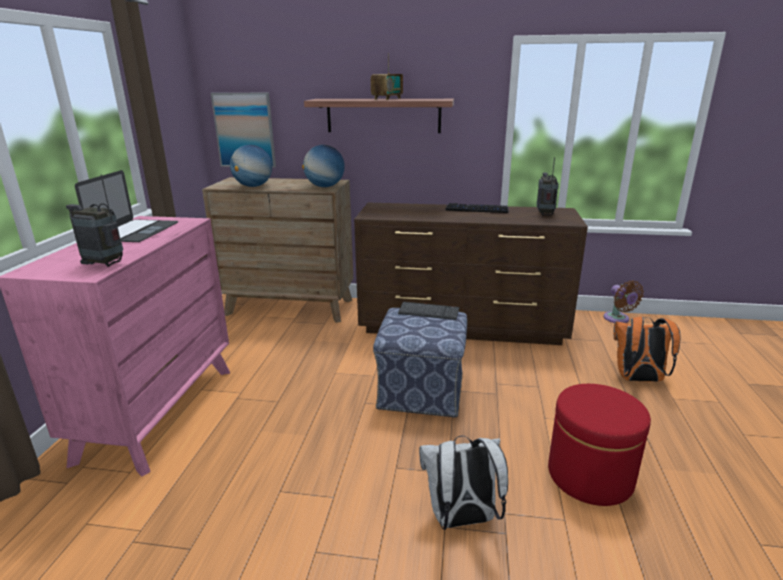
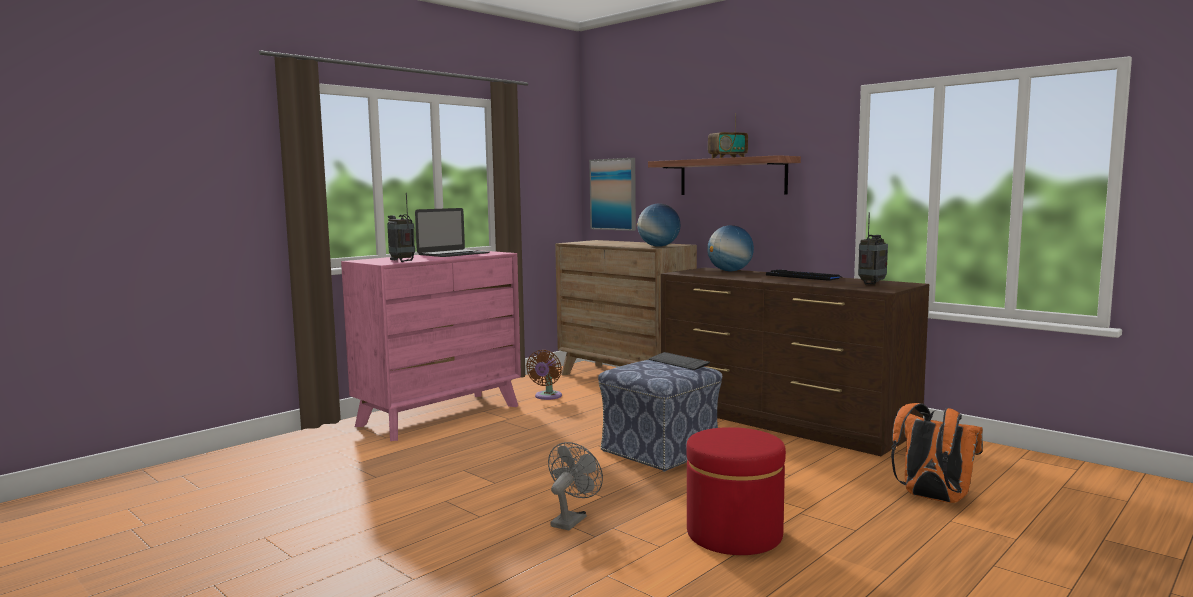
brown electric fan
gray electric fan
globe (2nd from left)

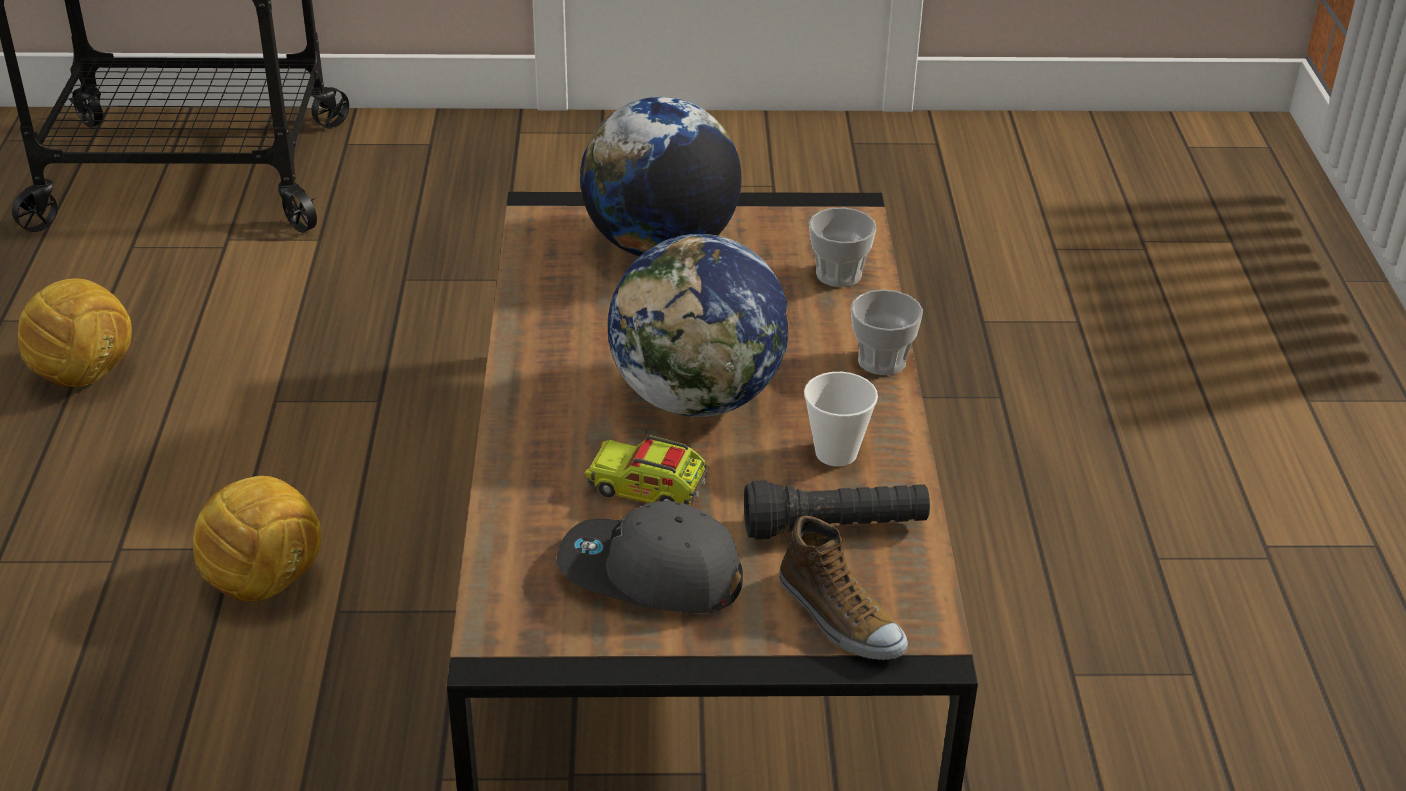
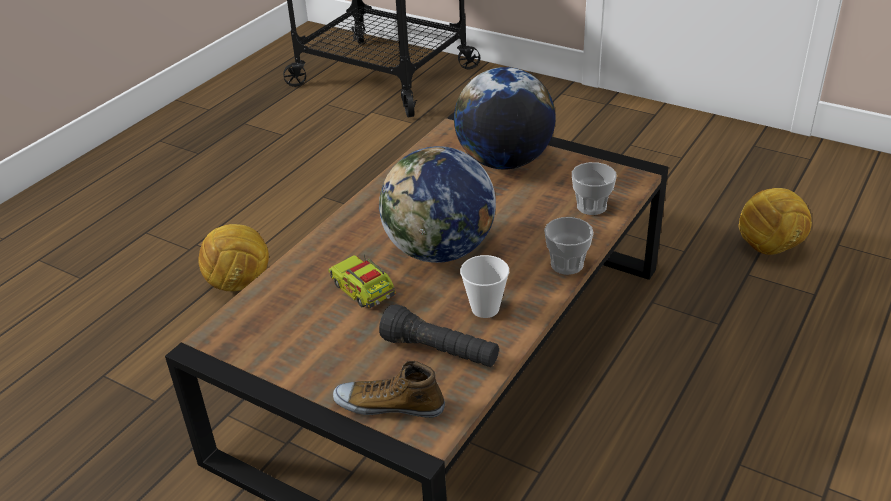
shoe
football (2nd from left)
gray peaked cap

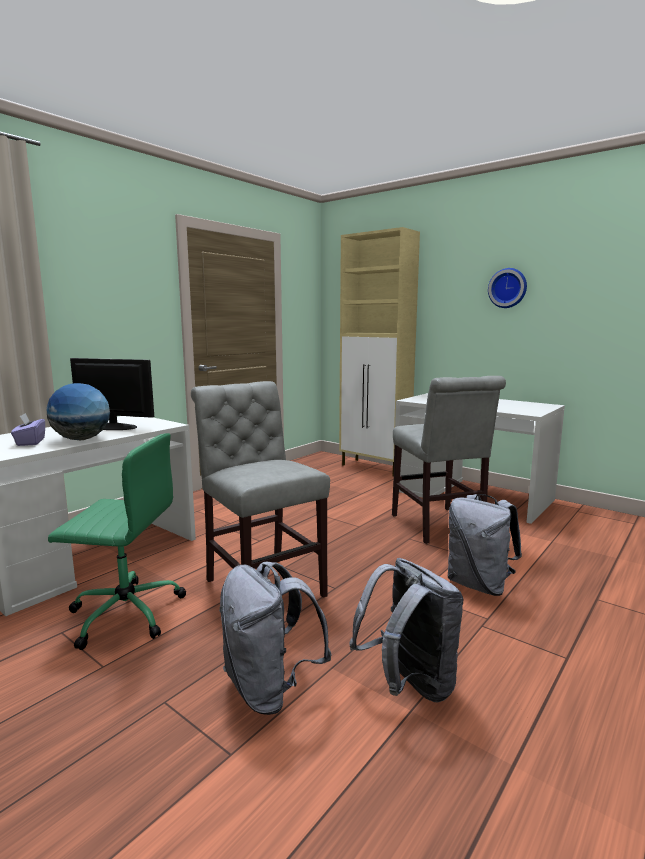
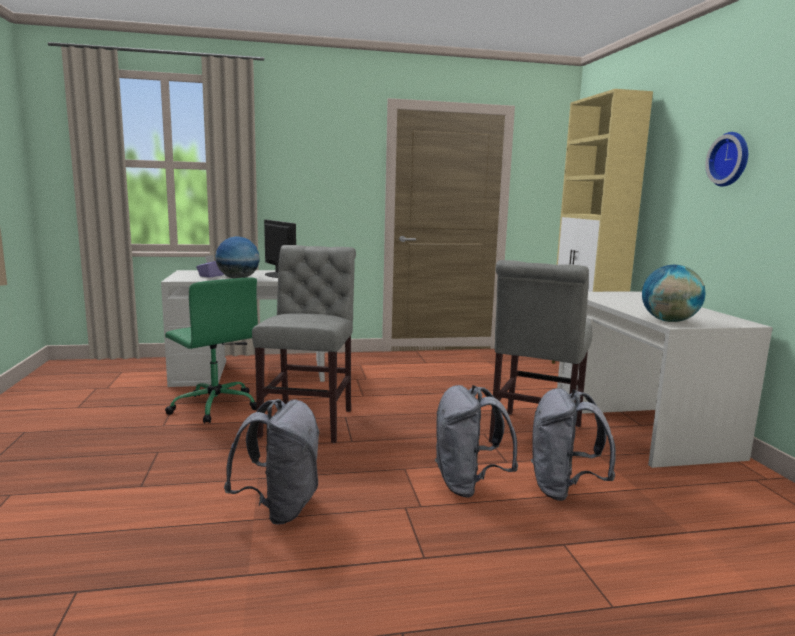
gray knapsack (3rd from left)
globe (2nd from left)

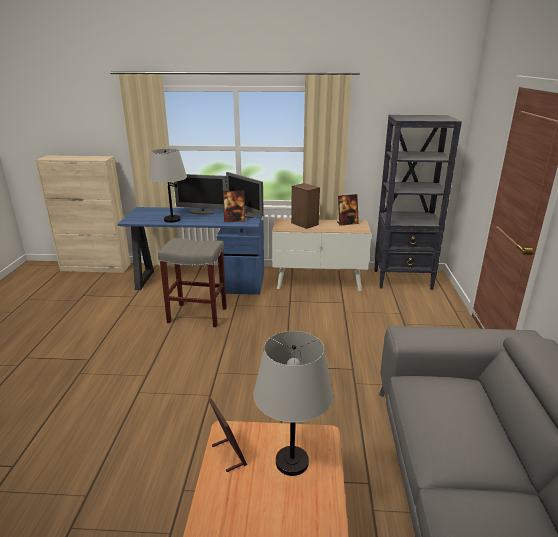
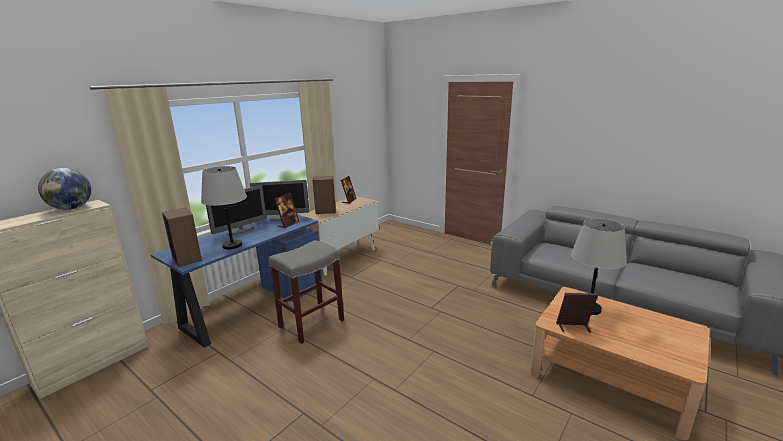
globe
speaker (1st from left)
black-coloured bookshelf

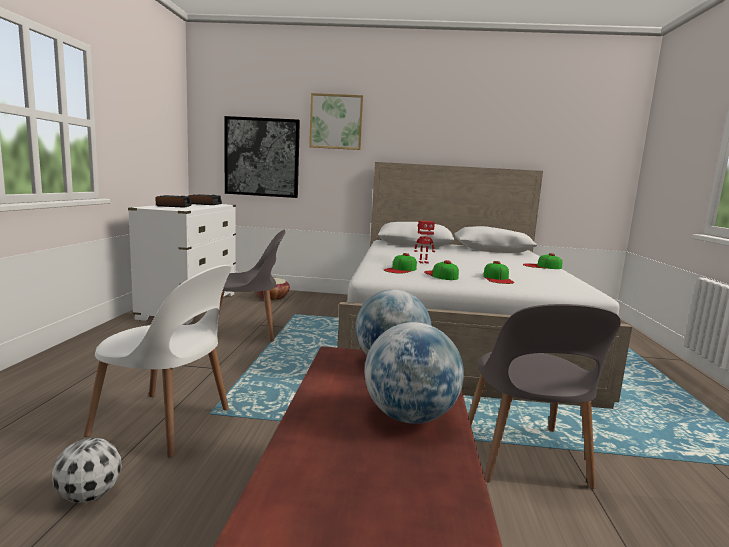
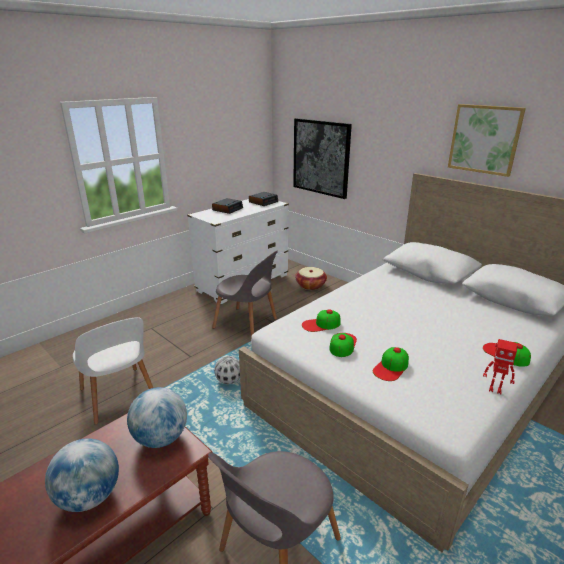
football
wall picture (2nd from left)
model robot

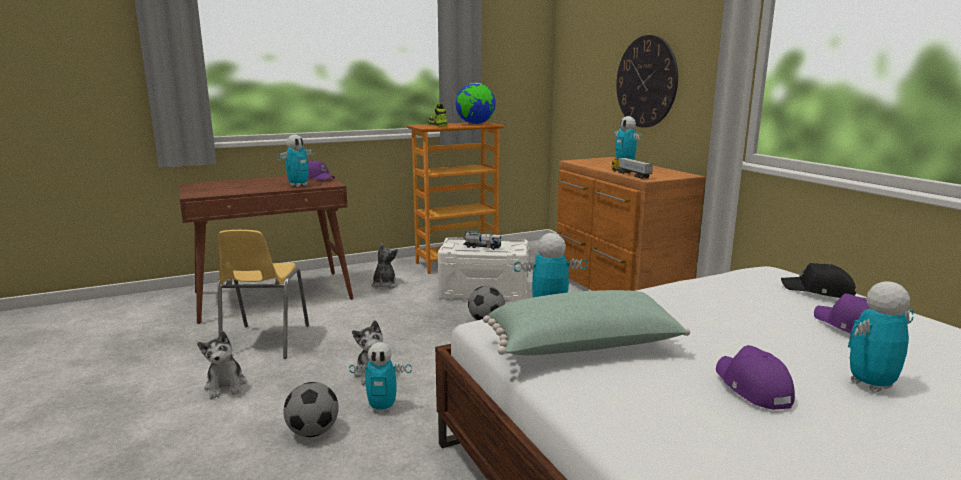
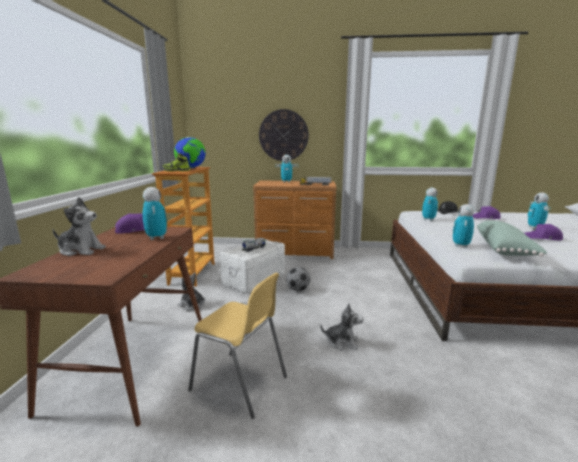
soft toy (1st from left)
model robot (3rd from left)
football (1st from left in the first image)

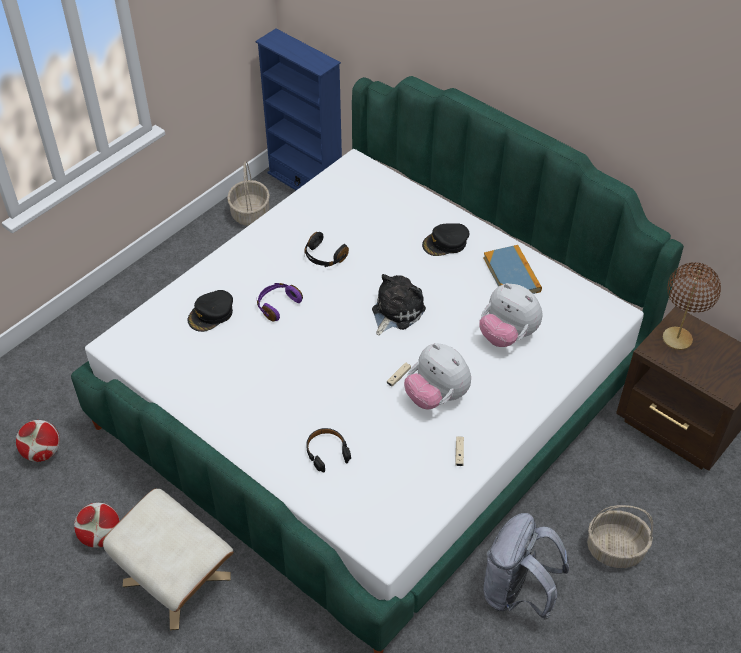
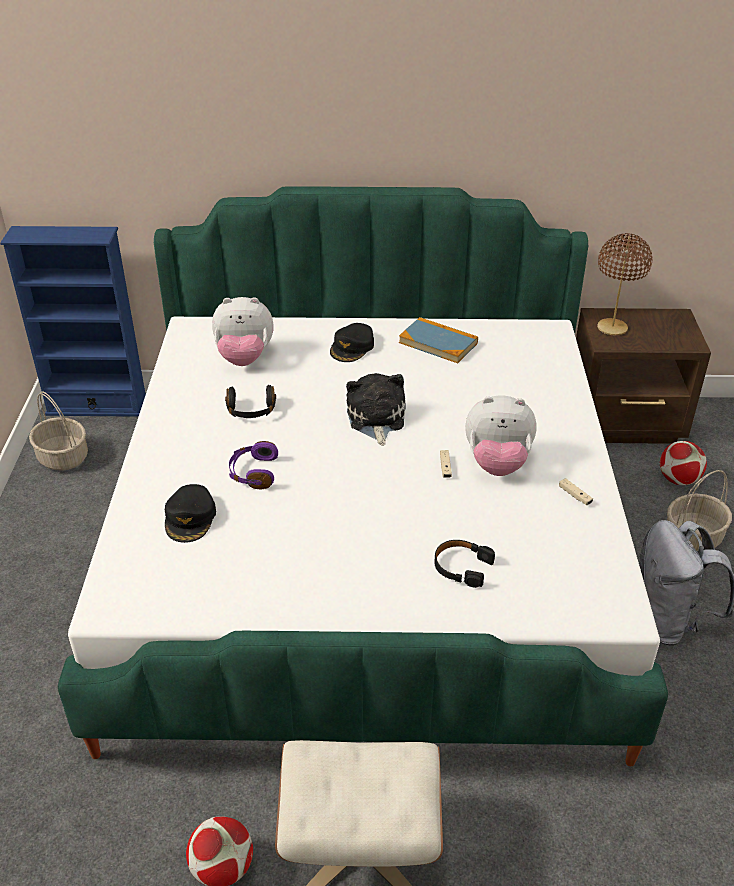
soft toy (1st from left)
football (2nd from left)

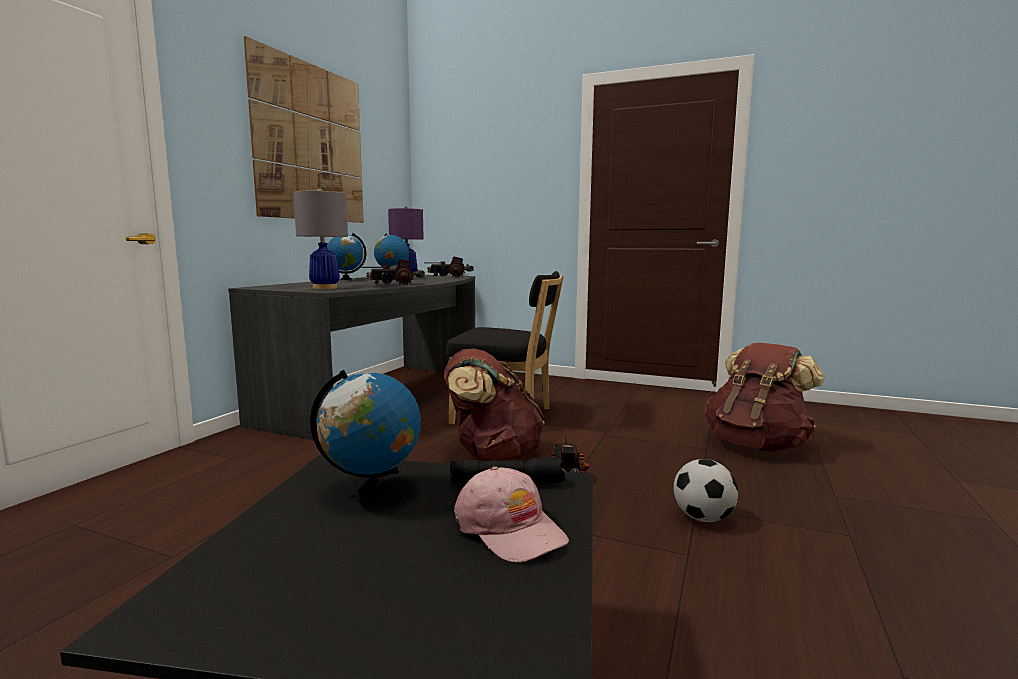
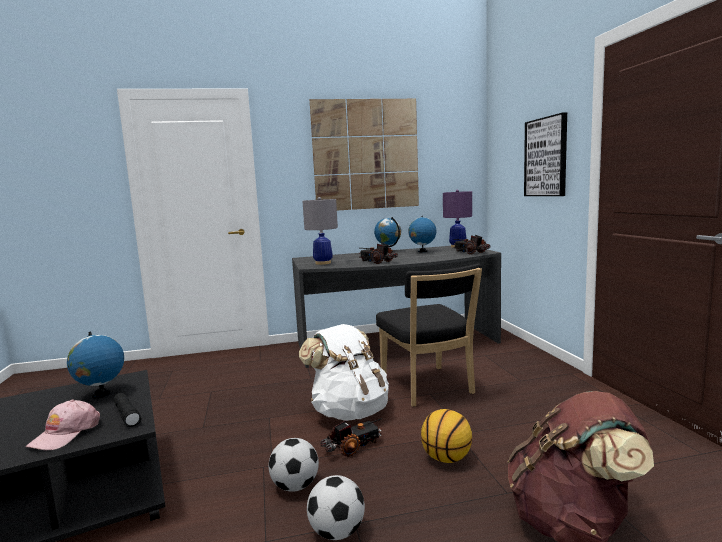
football (1st from left)
whitish knapsack
basketball ball
wall picture (2nd from left)

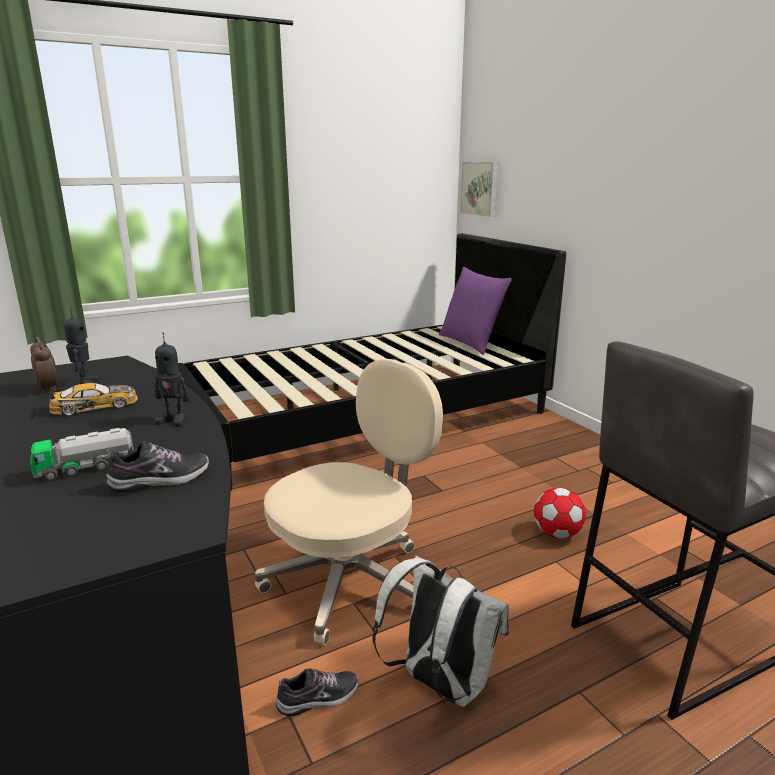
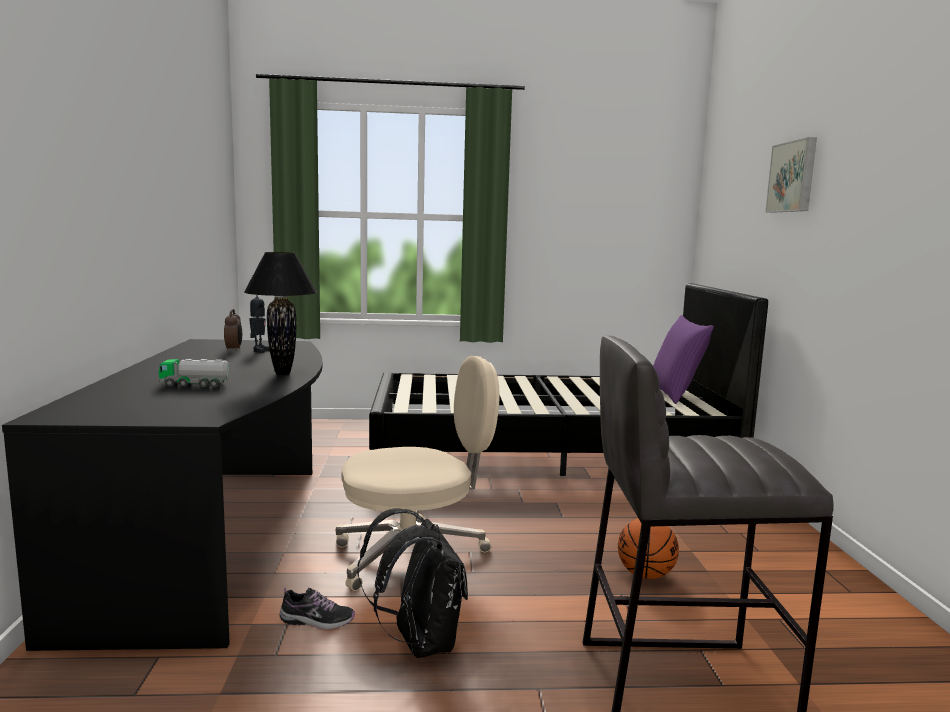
black-coloured lamp for a table
black-coloured knapsack
basketball ball
wall picture
model car
shoe (1st from left in the first image)

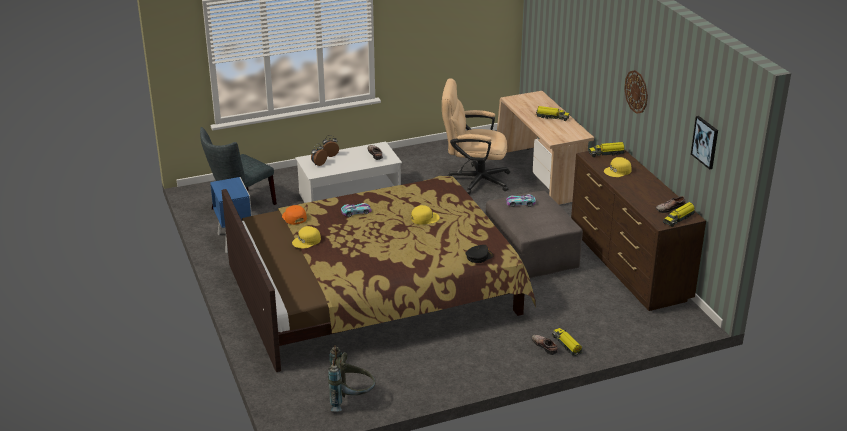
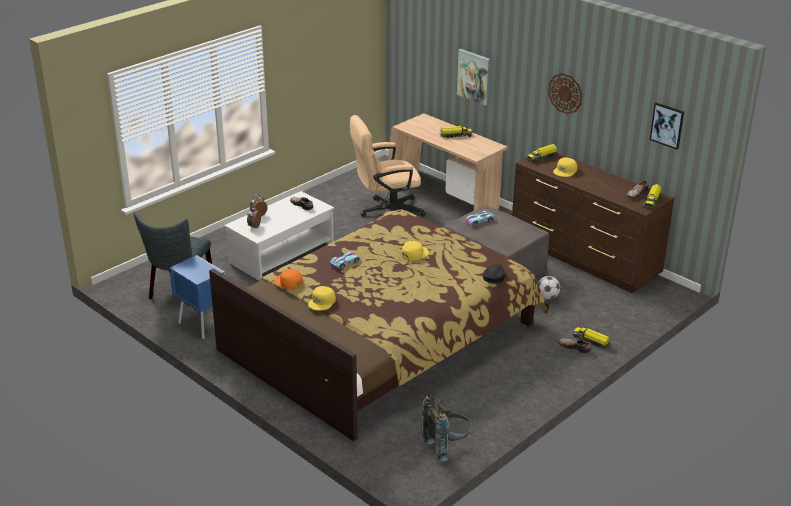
wall picture (1st from left)
football

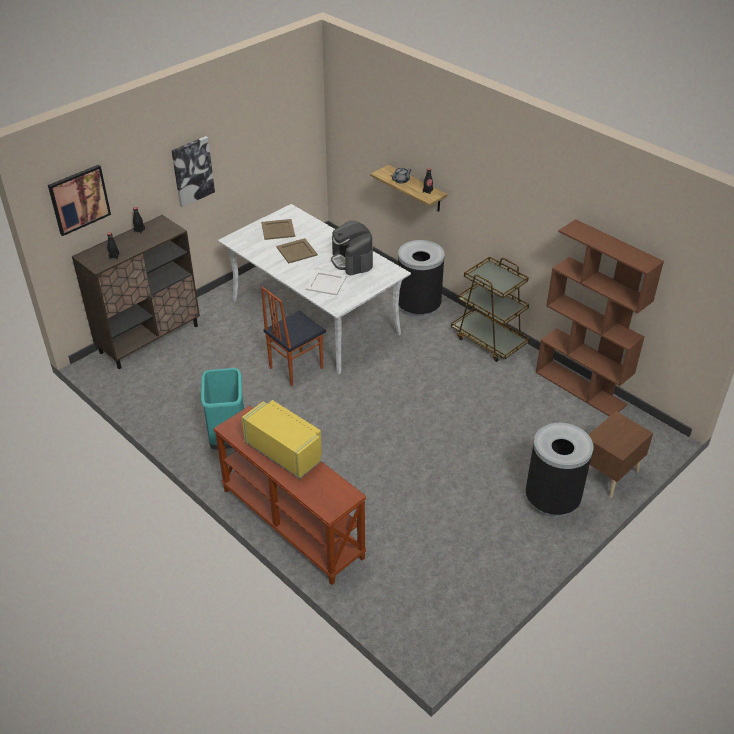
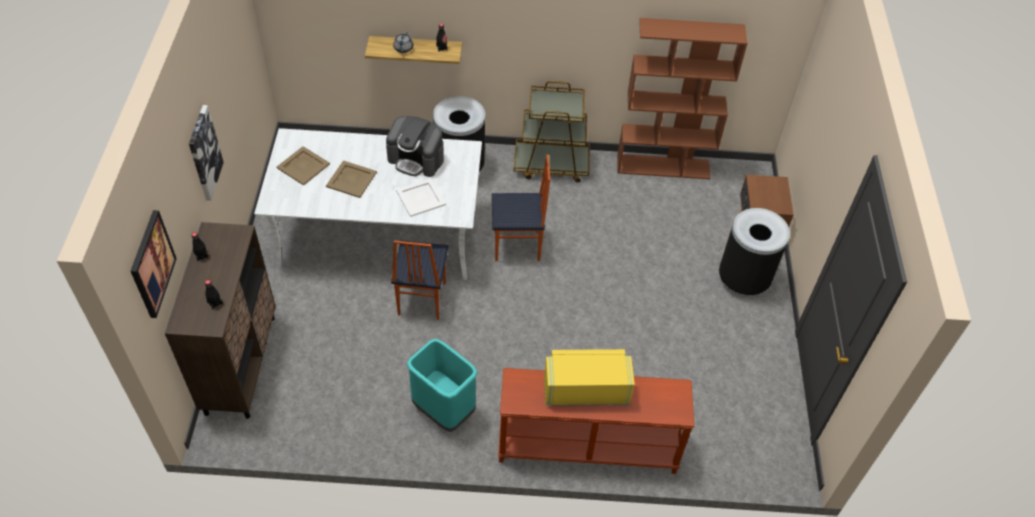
plain chair (2nd from left)

